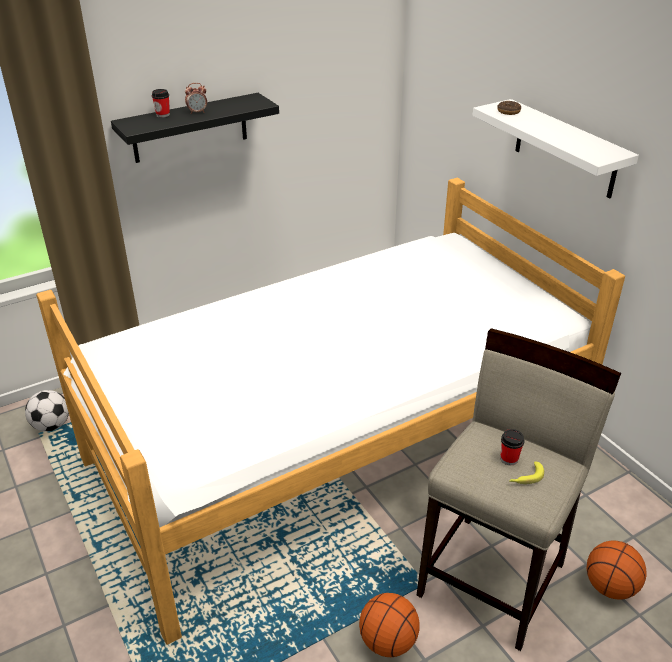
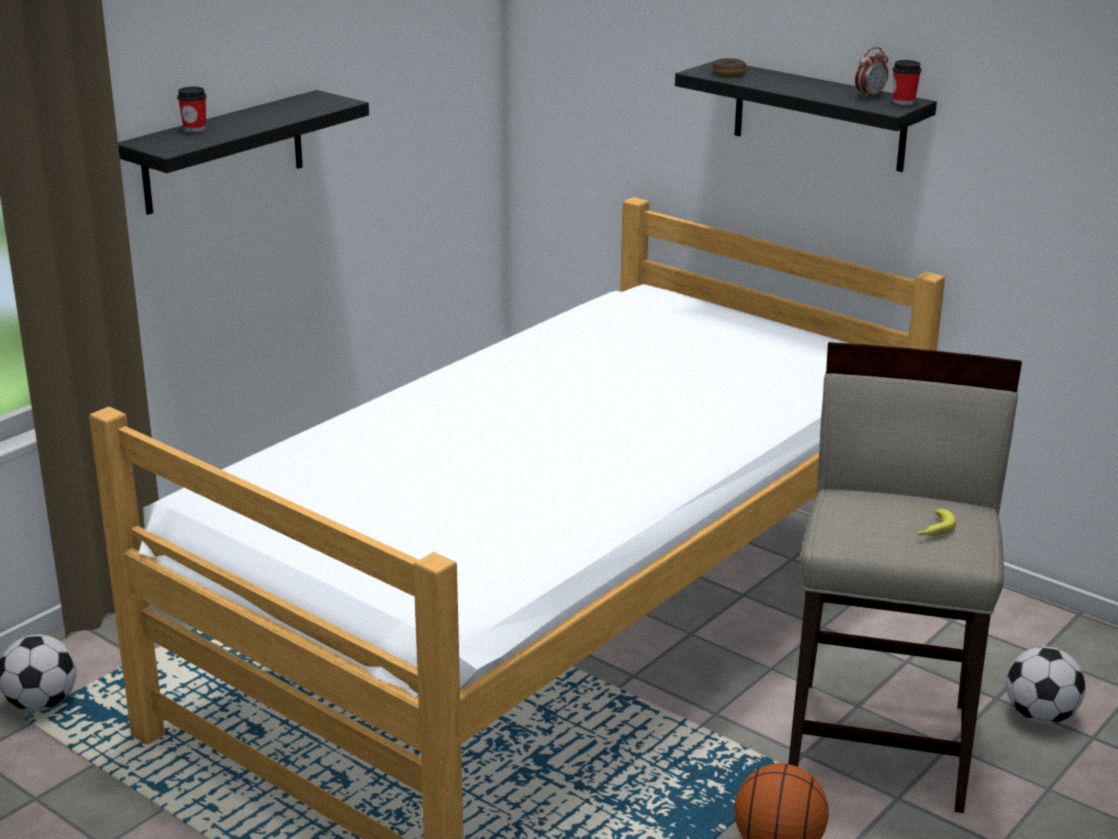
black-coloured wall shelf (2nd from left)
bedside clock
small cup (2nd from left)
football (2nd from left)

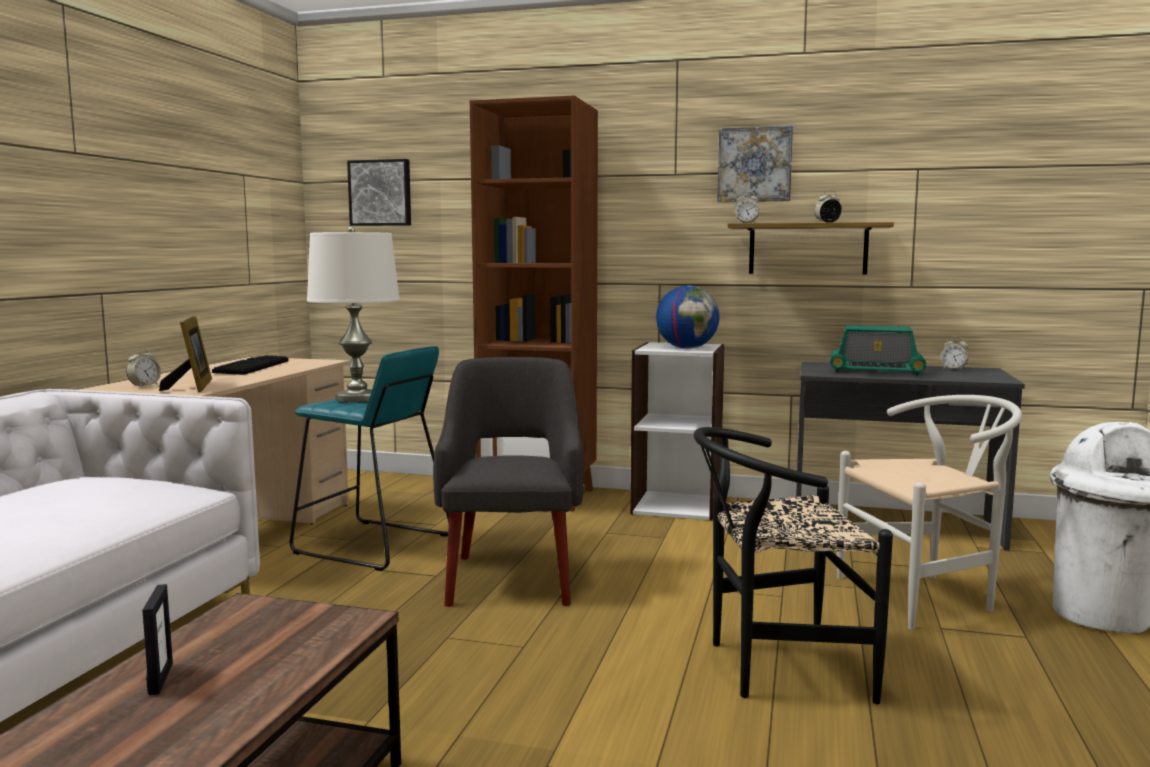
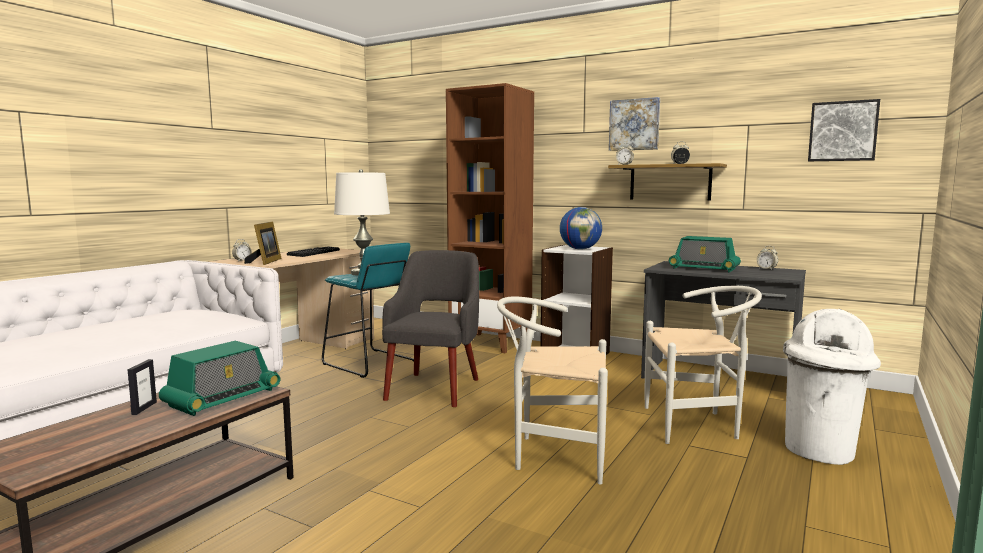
radio set (1st from left)
whitish plain chair (1st from left)
wall picture (2nd from left)

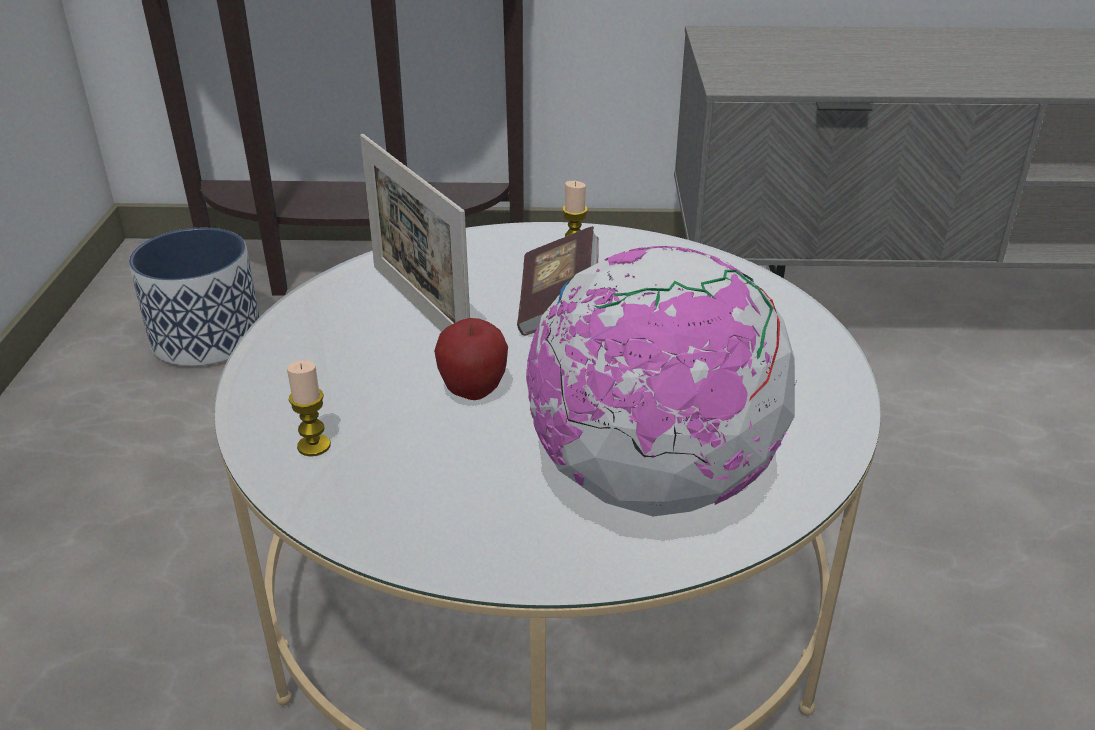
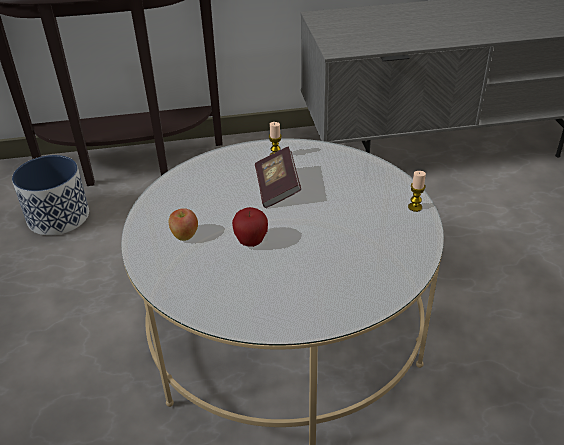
apple (1st from left)
wax candle (2nd from left)
photo frame
globe

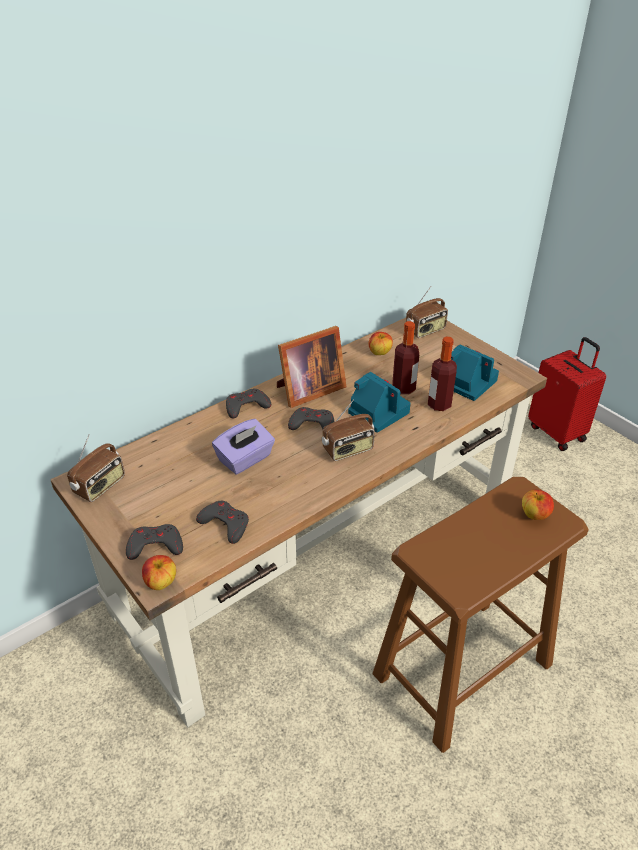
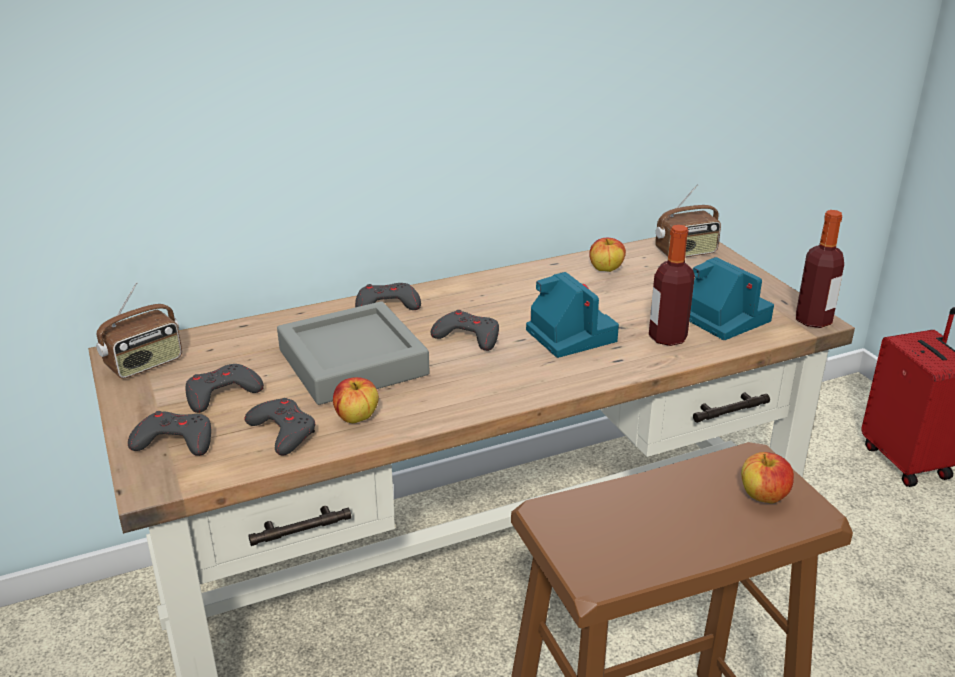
gray joypad (2nd from left)
gray serving tray
apple (1st from left)
beverage bottle (2nd from left)
photo frame
radio set (2nd from left in the first image)

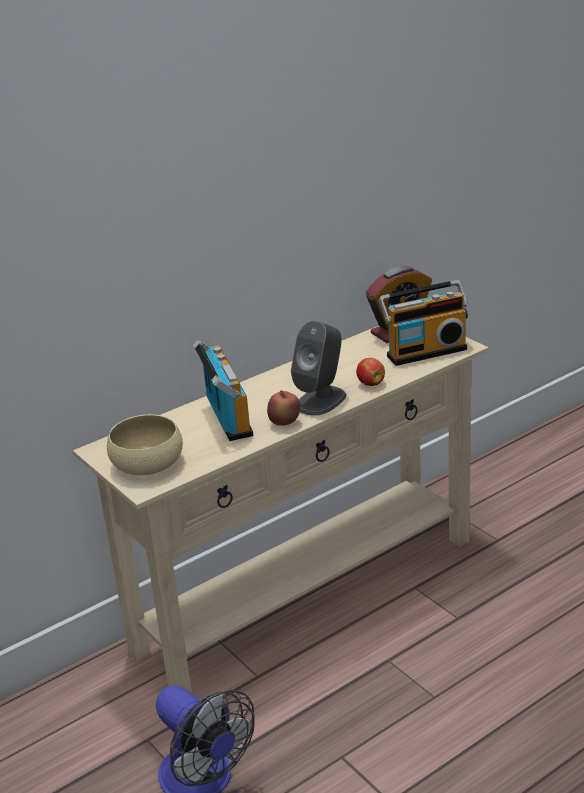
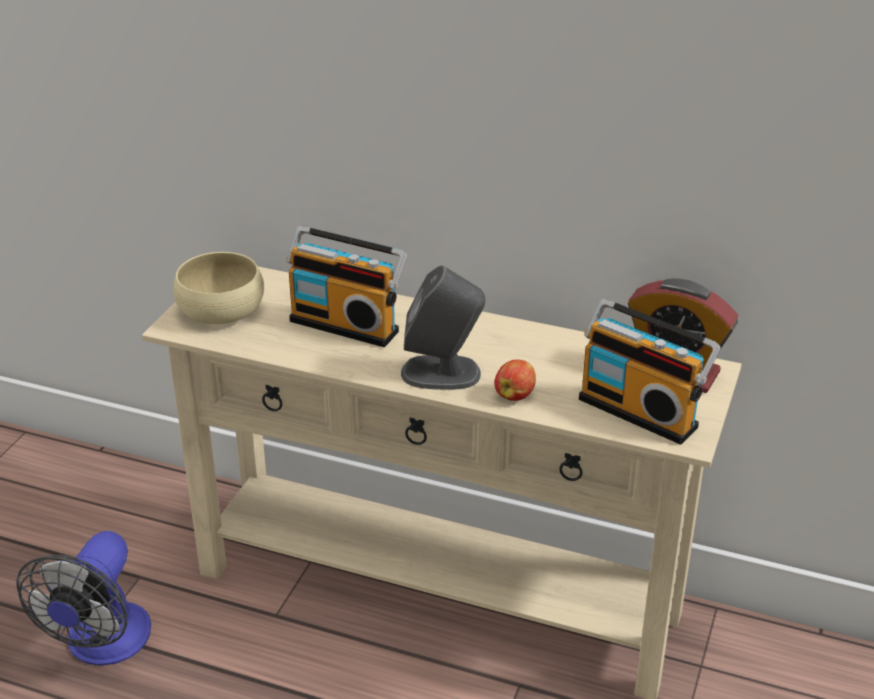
radio set (1st from left)
apple (1st from left in the first image)

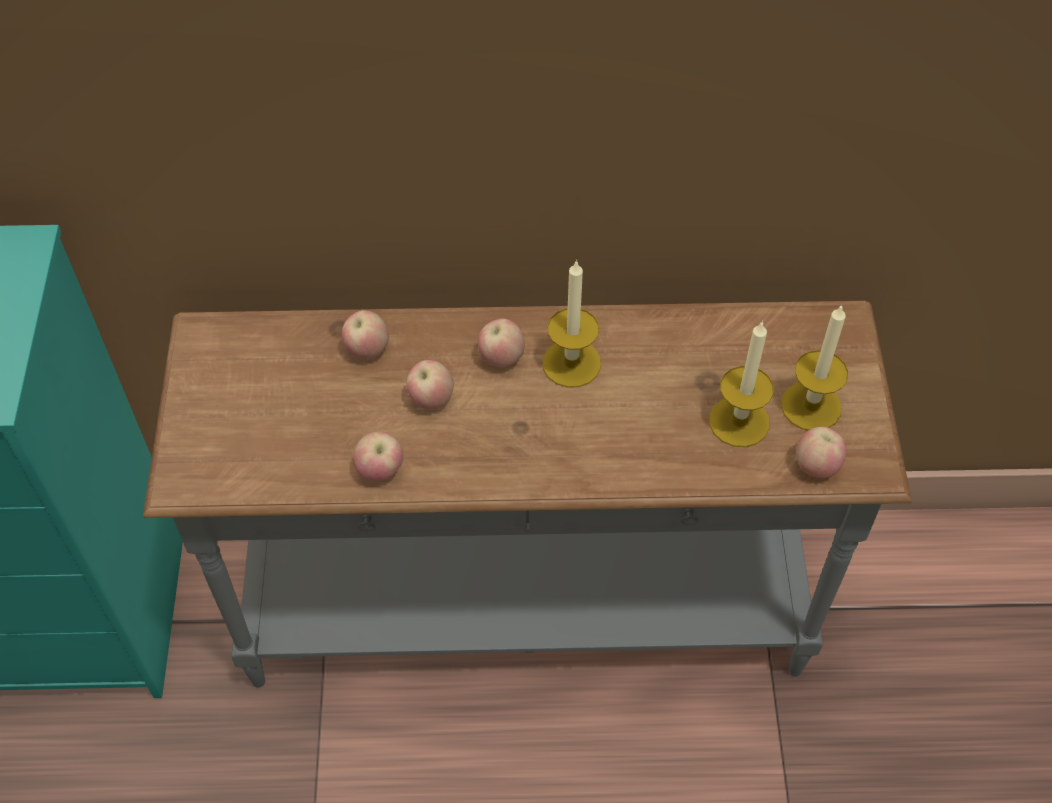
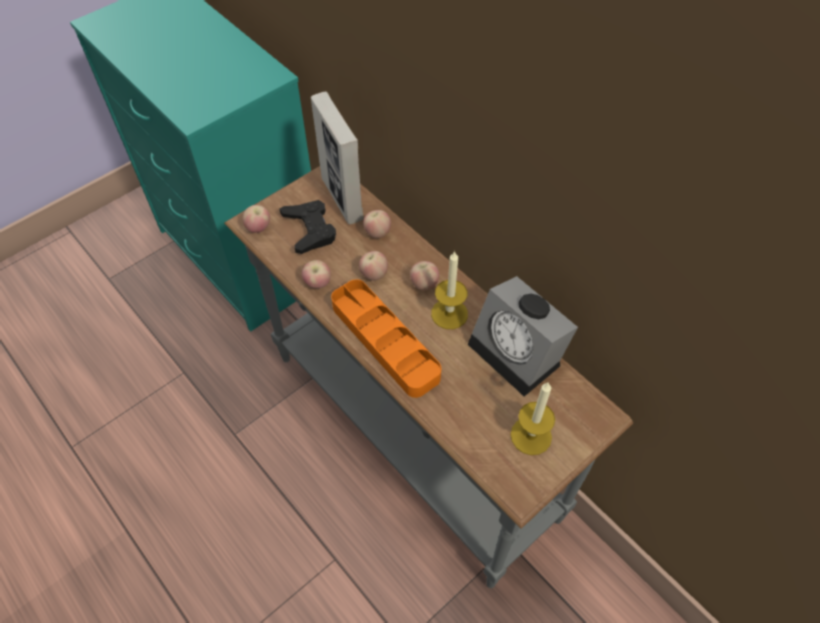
apple (1st from left)
black-coloured joypad
photo frame
orange-coloured serving tray
bedside clock
wax candle (2nd from left in the first image)

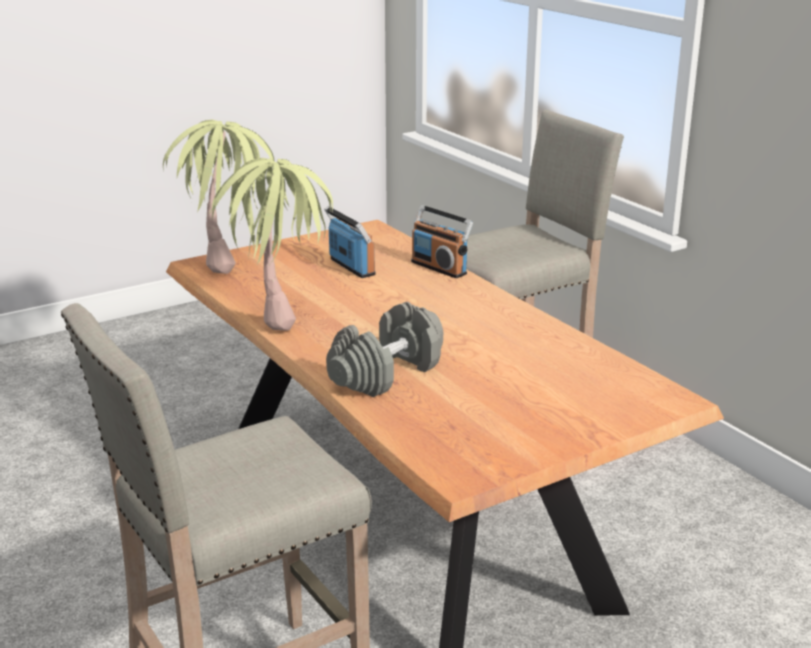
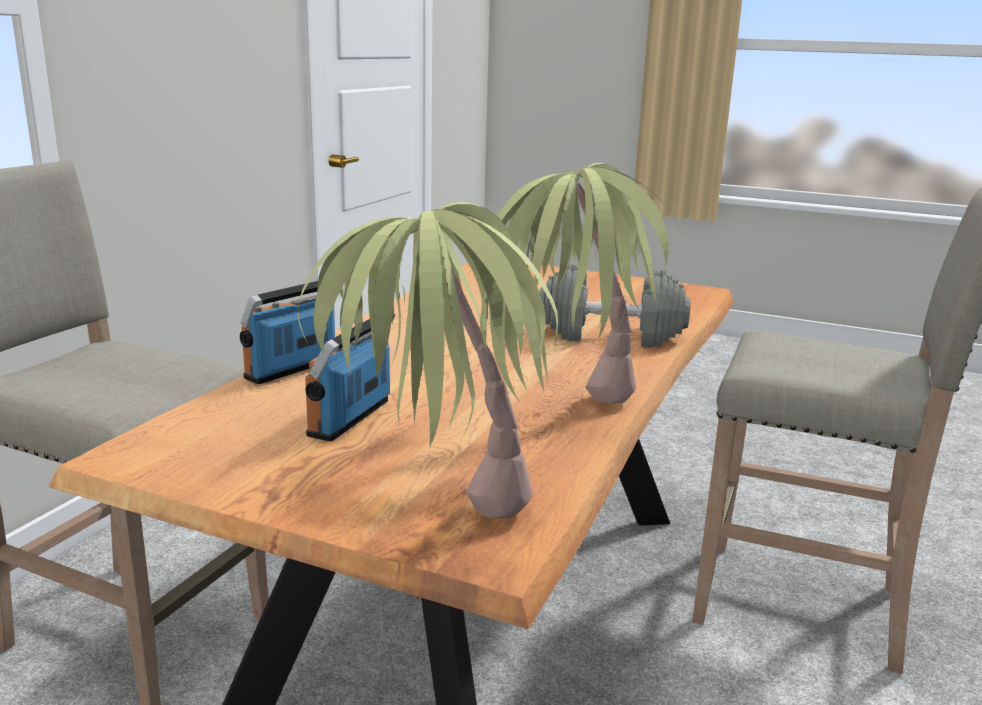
radio set (1st from left)

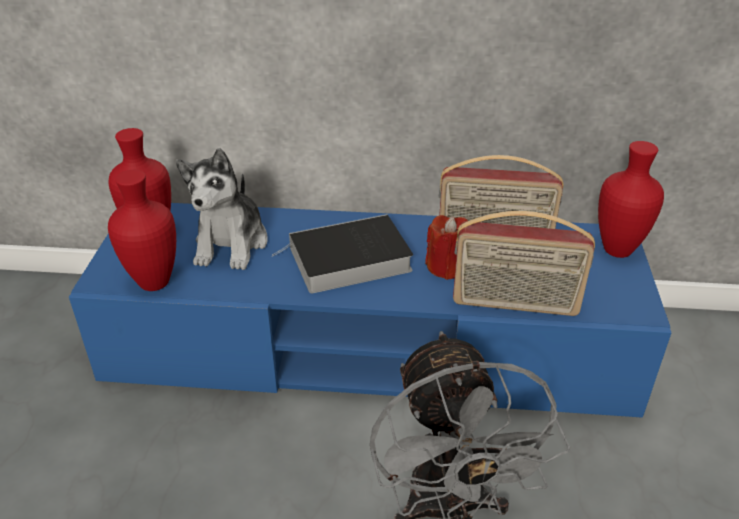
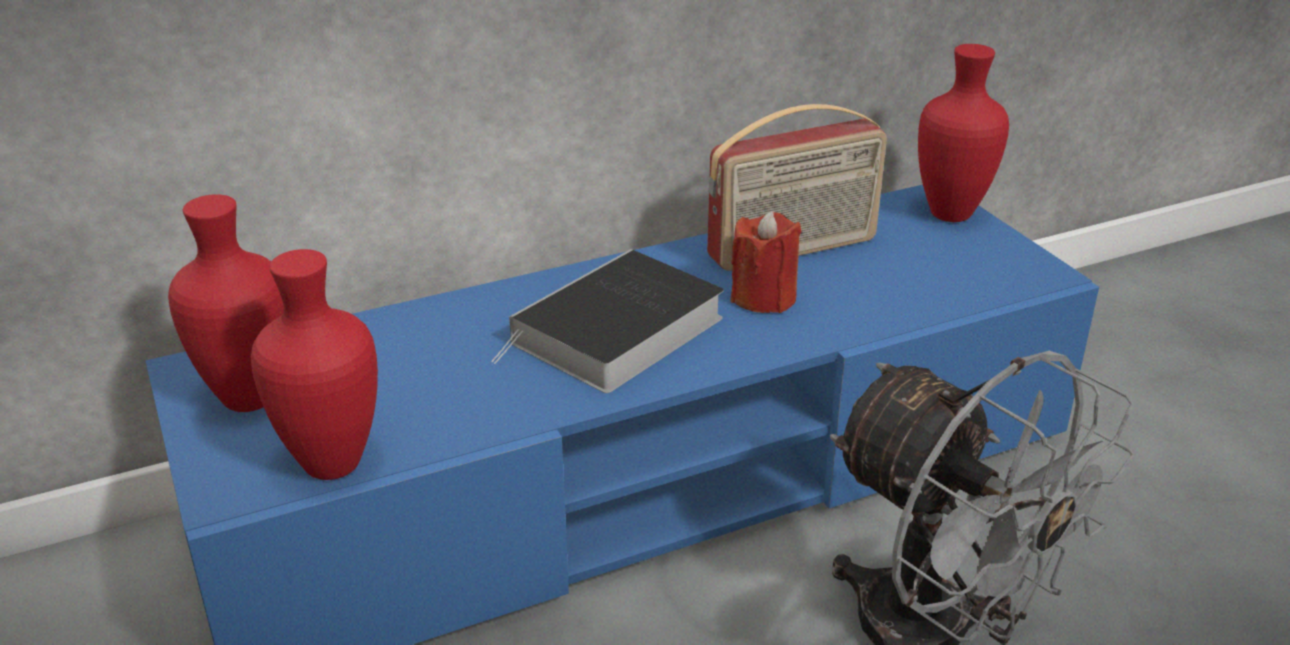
soft toy
radio set (2nd from left in the first image)

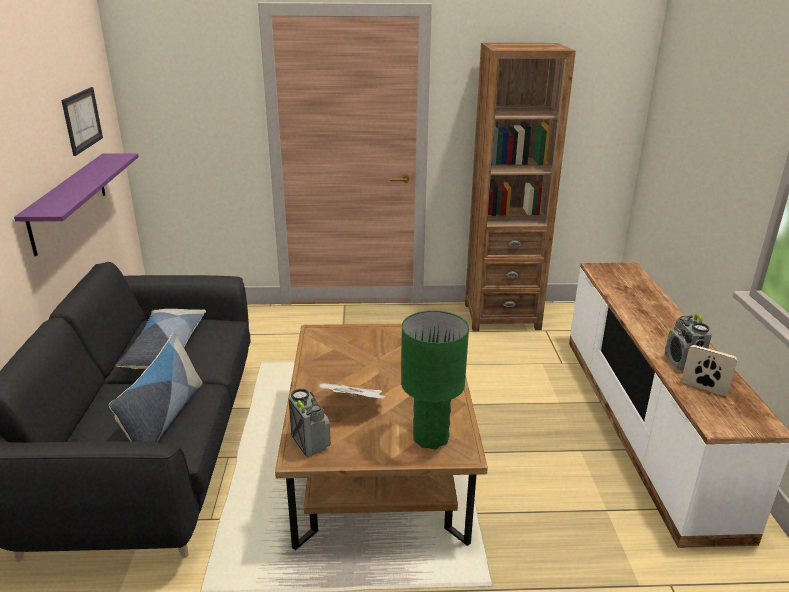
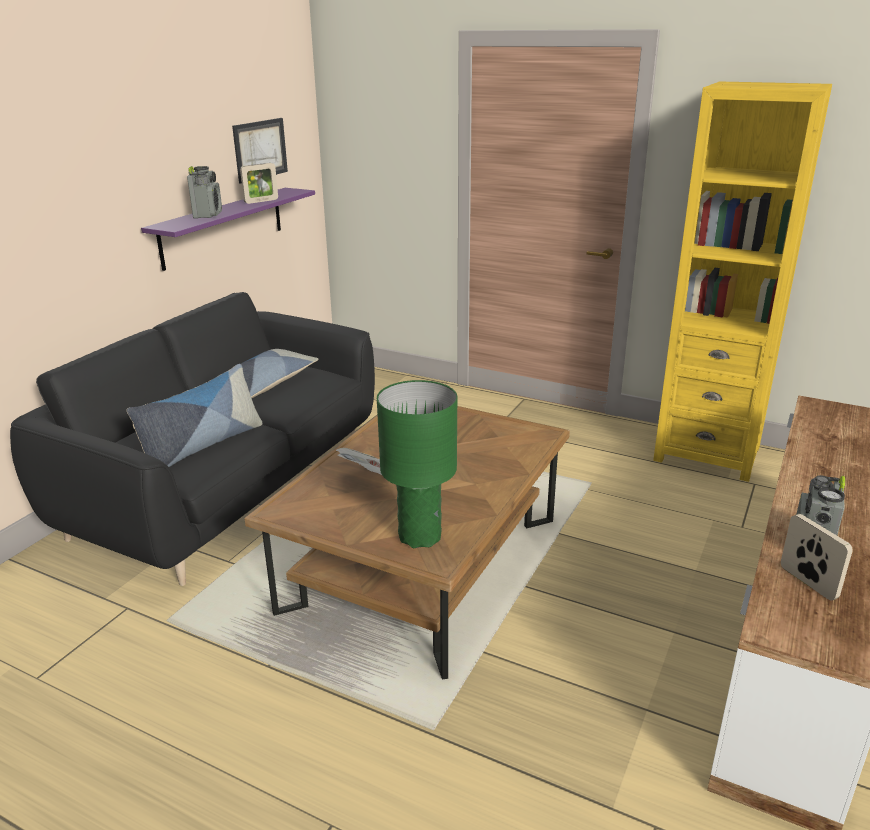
radio set (1st from left)
photo frame (1st from left)
yellowish bookshelf

